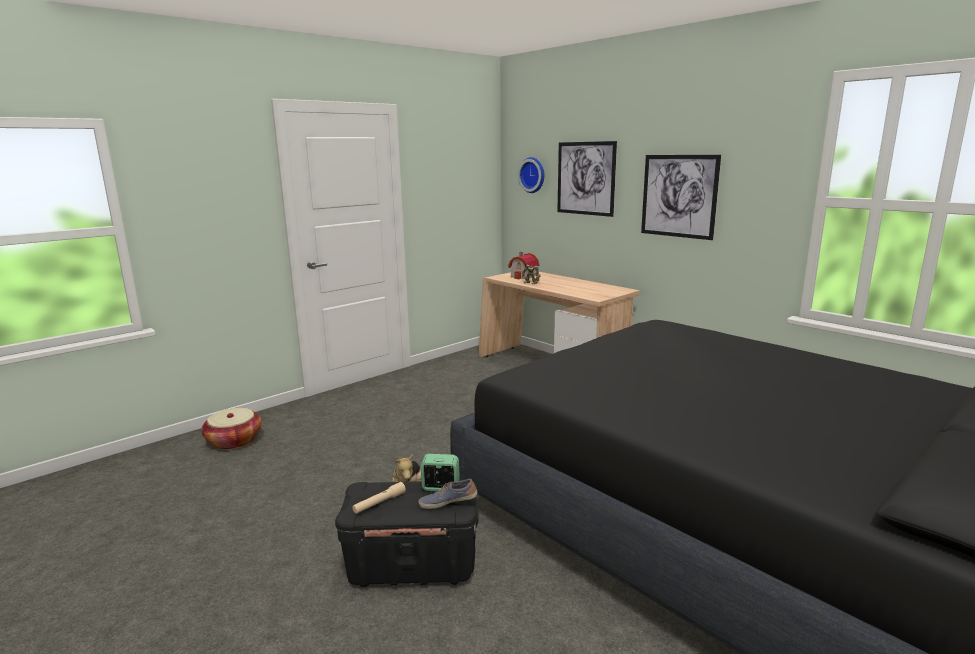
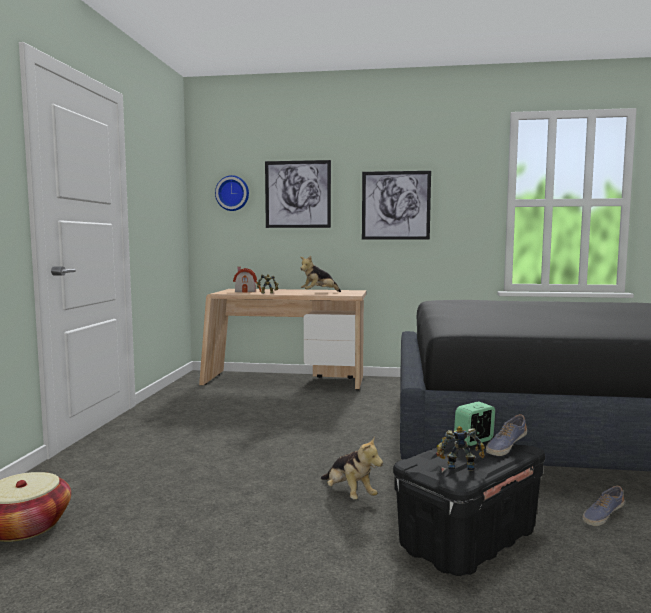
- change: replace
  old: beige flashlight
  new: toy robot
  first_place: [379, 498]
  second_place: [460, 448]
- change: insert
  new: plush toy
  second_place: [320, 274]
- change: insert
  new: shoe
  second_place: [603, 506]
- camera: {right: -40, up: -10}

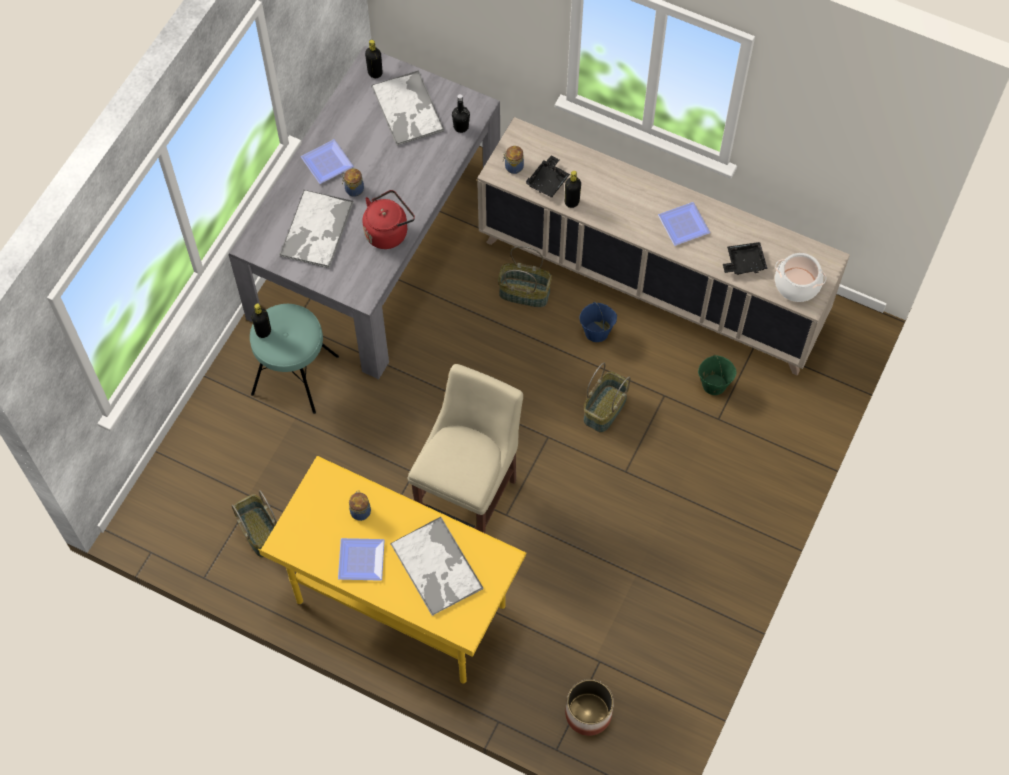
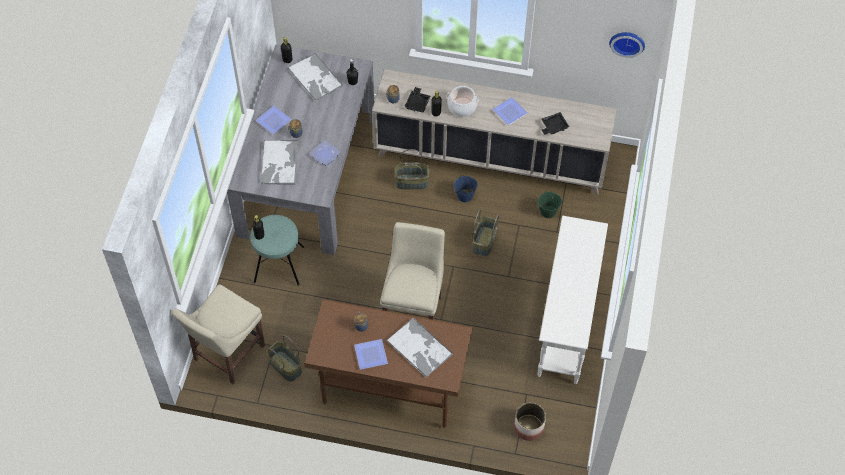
- change: recolor
  old: yellow desk
  new: brown desk
  first_place: [392, 570]
  second_place: [388, 363]
- change: replace
  old: red kettle
  new: plate
  first_place: [388, 219]
  second_place: [325, 153]
- change: move
  old: cooking pot
  first_place: [800, 277]
  second_place: [462, 101]
- change: insert
  new: beige chair
  second_place: [218, 334]
- change: insert
  new: white console table
  second_place: [573, 300]
- change: insert
  new: wall clock
  second_place: [627, 45]
- camera: {right: -15, up: -5}

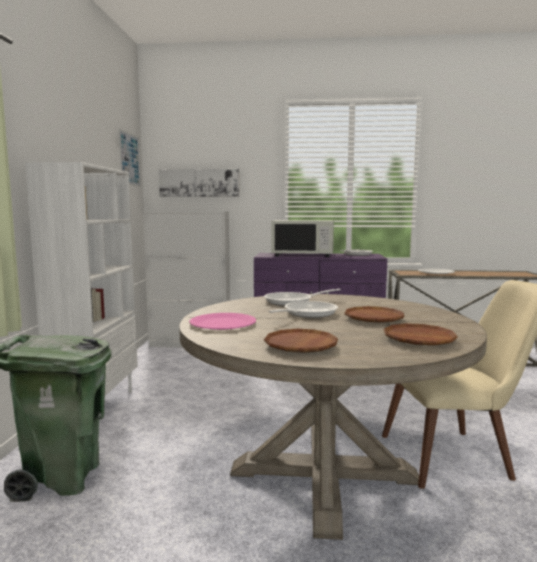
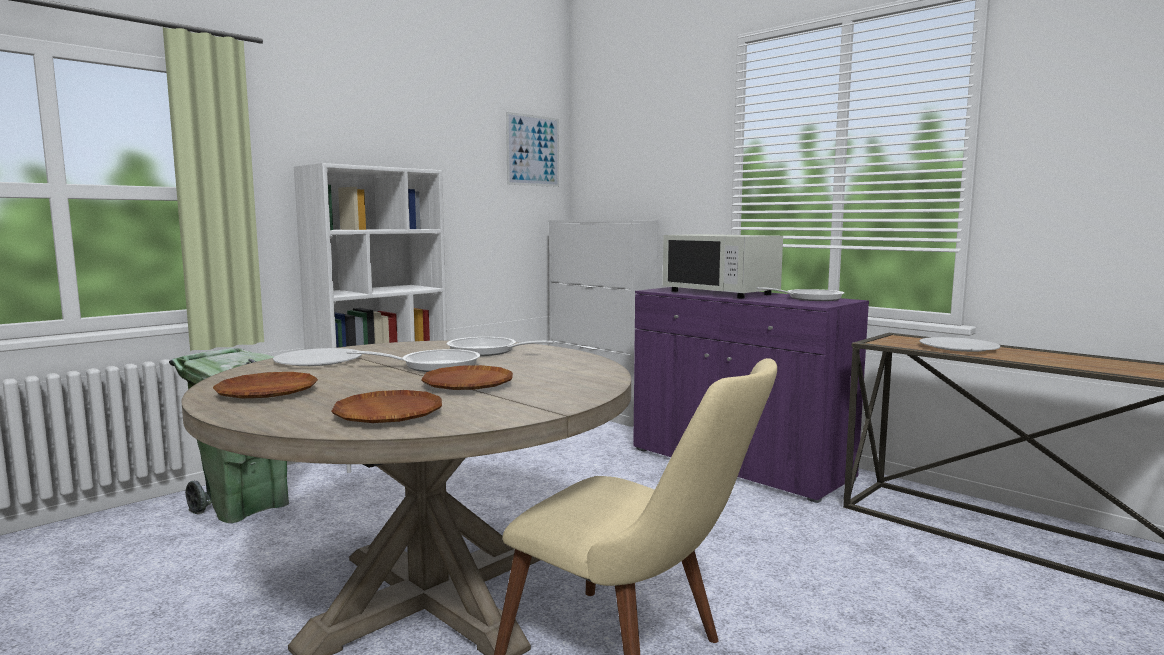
- change: delete
  old: picture
  first_place: [199, 183]
- change: recolor
  old: pink plate
  new: white plate
  first_place: [222, 321]
  second_place: [317, 357]
- camera: {right: 40, up: 0}

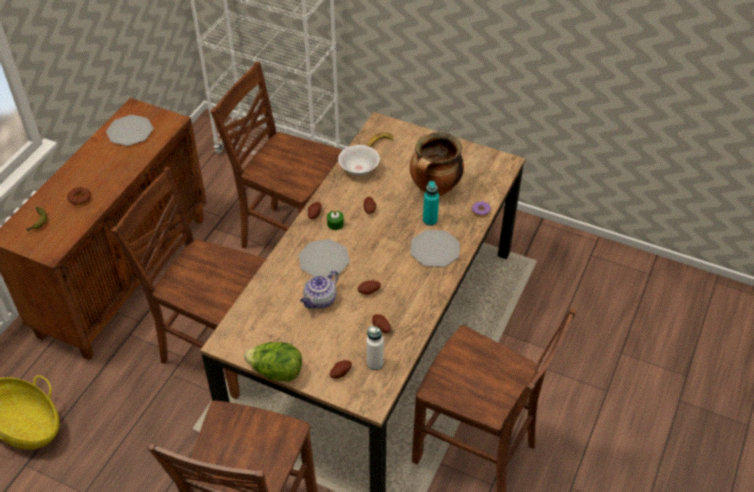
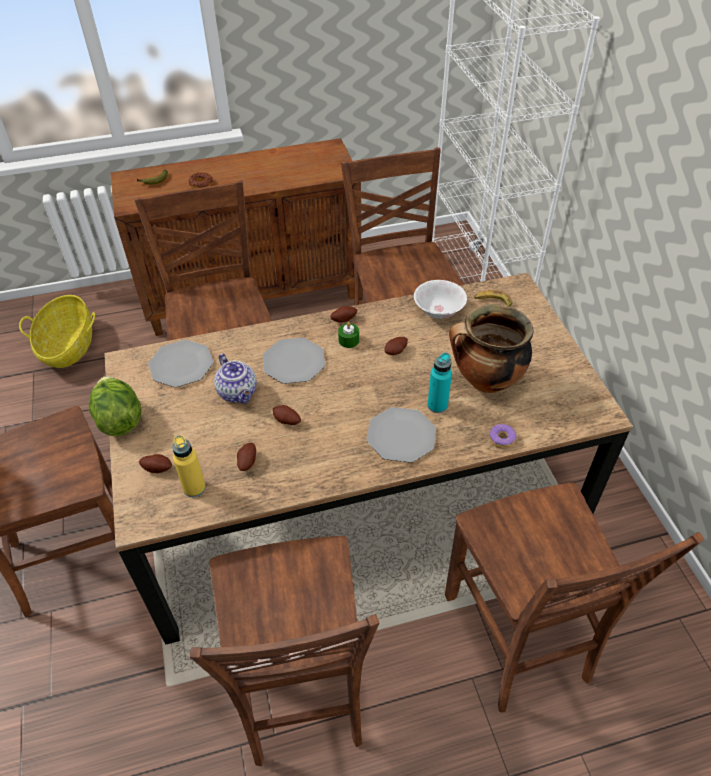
- change: move
  old: plate
  first_place: [129, 130]
  second_place: [181, 363]
- change: rotate
  old: teapot
  first_place: [319, 289]
  second_place: [235, 378]
  degrees: -120
- change: recolor
  old: white bottle
  new: yellow bottle
  first_place: [375, 348]
  second_place: [189, 466]
- change: insert
  new: brown chair
  second_place: [575, 597]
- camera: {right: 50, up: 0}

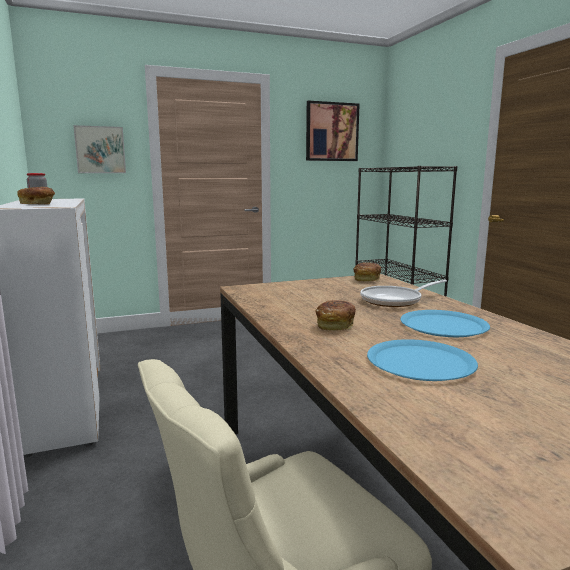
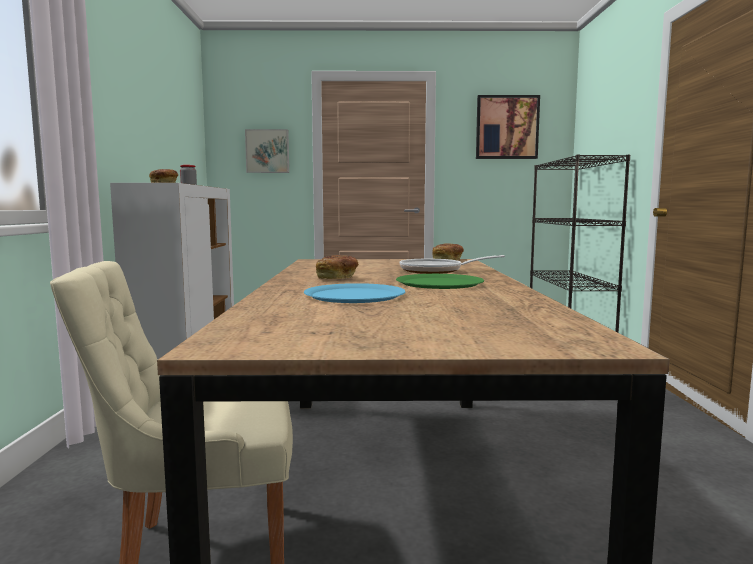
- change: recolor
  old: blue plate
  new: green plate
  first_place: [445, 323]
  second_place: [440, 281]
- camera: {right: 20, up: -5}

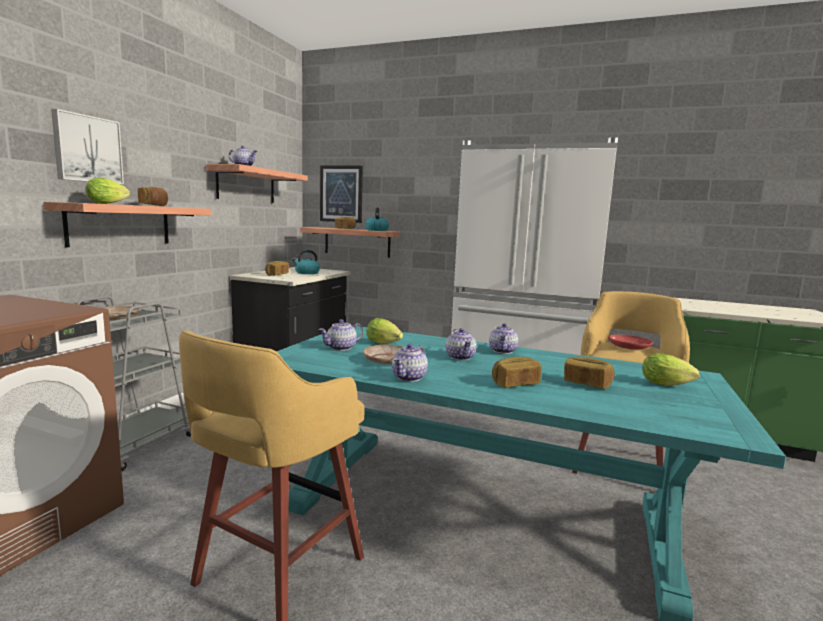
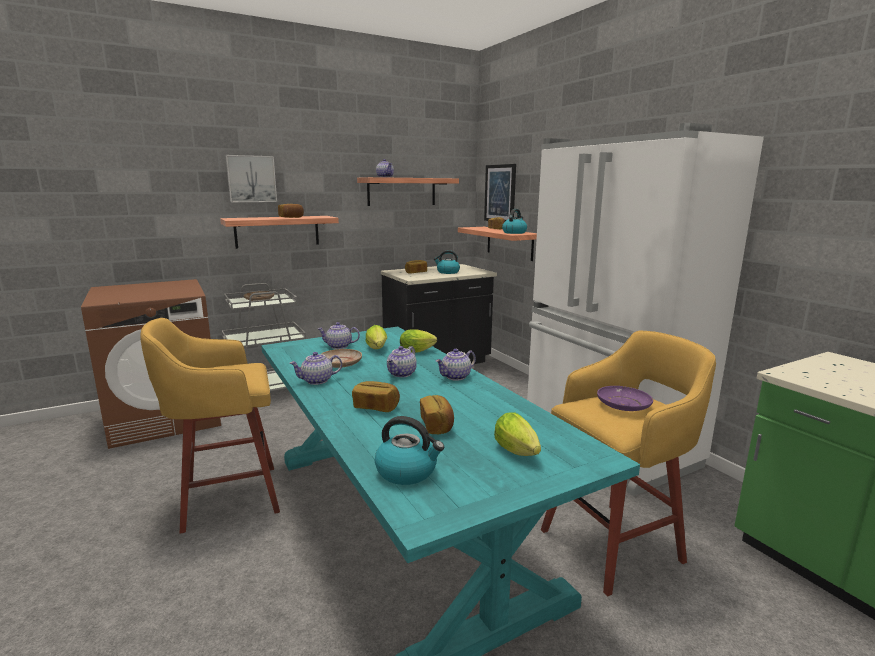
- change: move
  old: lettuce
  first_place: [107, 191]
  second_place: [418, 341]
- change: recolor
  old: red plate
  new: purple plate
  first_place: [630, 342]
  second_place: [625, 398]
- change: insert
  new: kettle
  second_place: [409, 450]
- camera: {right: 40, up: 5}

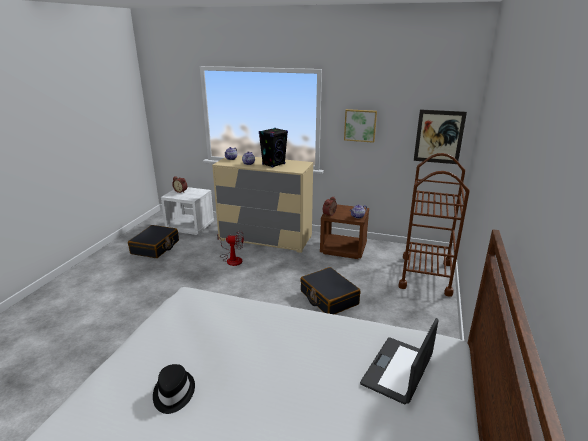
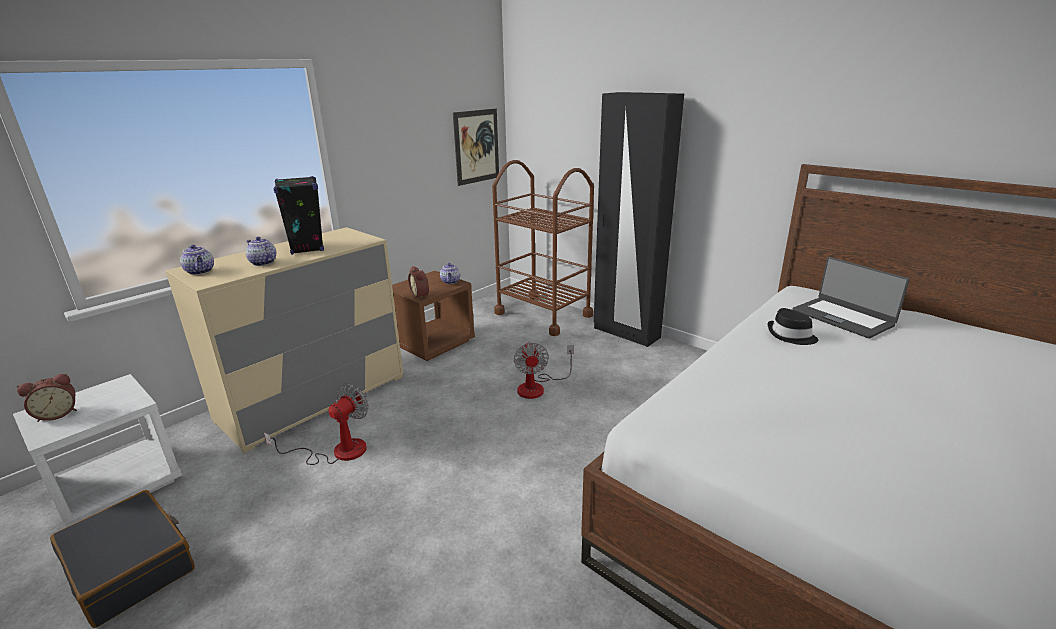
- change: move
  old: black hat
  first_place: [174, 389]
  second_place: [793, 326]
- change: replace
  old: black suitcase
  new: fan
  first_place: [330, 291]
  second_place: [544, 370]
- change: delete
  old: picture
  first_place: [360, 126]
- change: insert
  new: black wardrobe
  second_place: [639, 219]
- camera: {right: -65, up: 0}

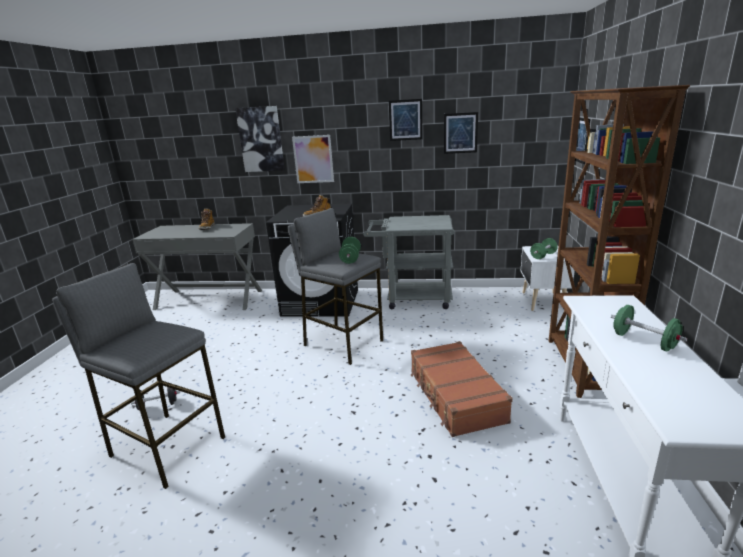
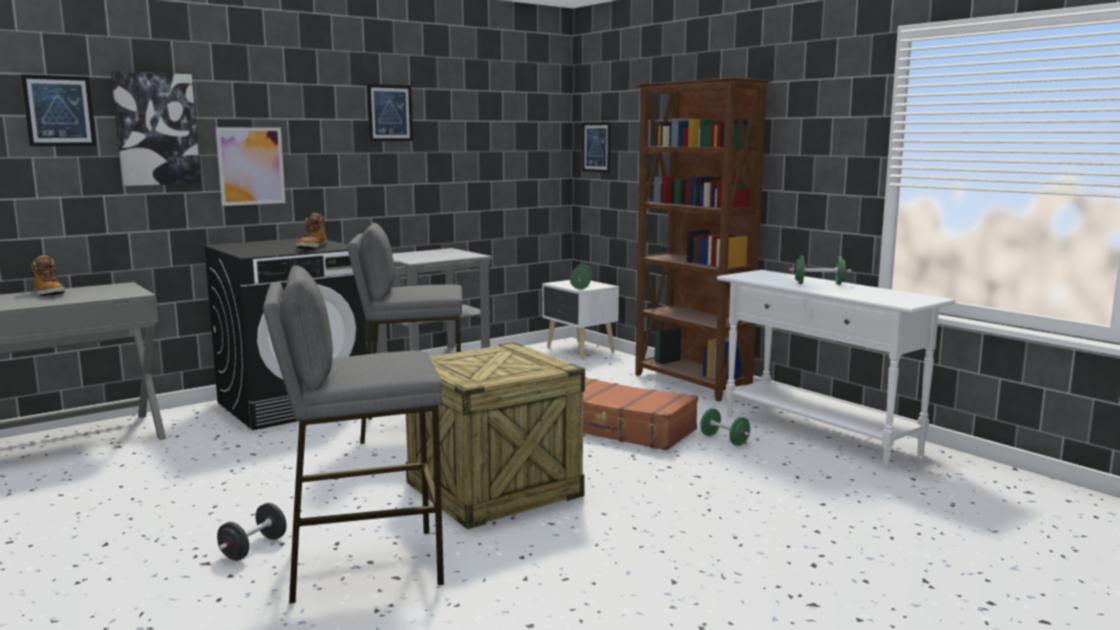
- change: move
  old: green dumbbell
  first_place: [350, 250]
  second_place: [725, 427]
- change: move
  old: picture
  first_place: [461, 133]
  second_place: [59, 110]
- change: insert
  new: crate
  second_place: [495, 435]
- camera: {right: -45, up: -10}

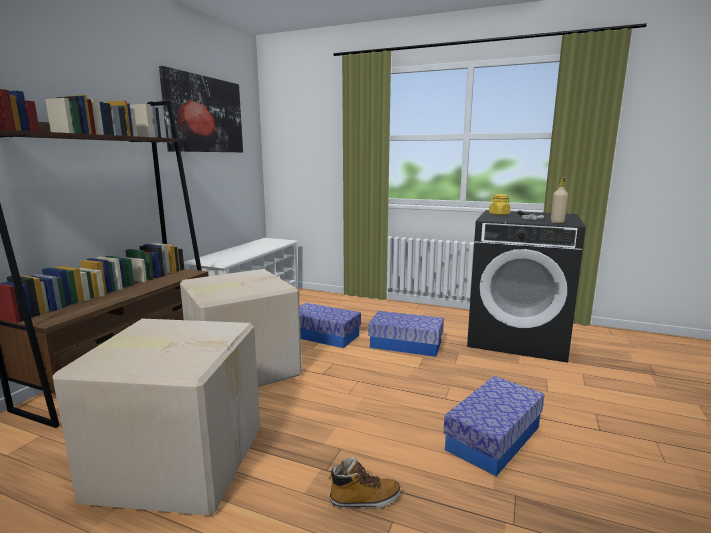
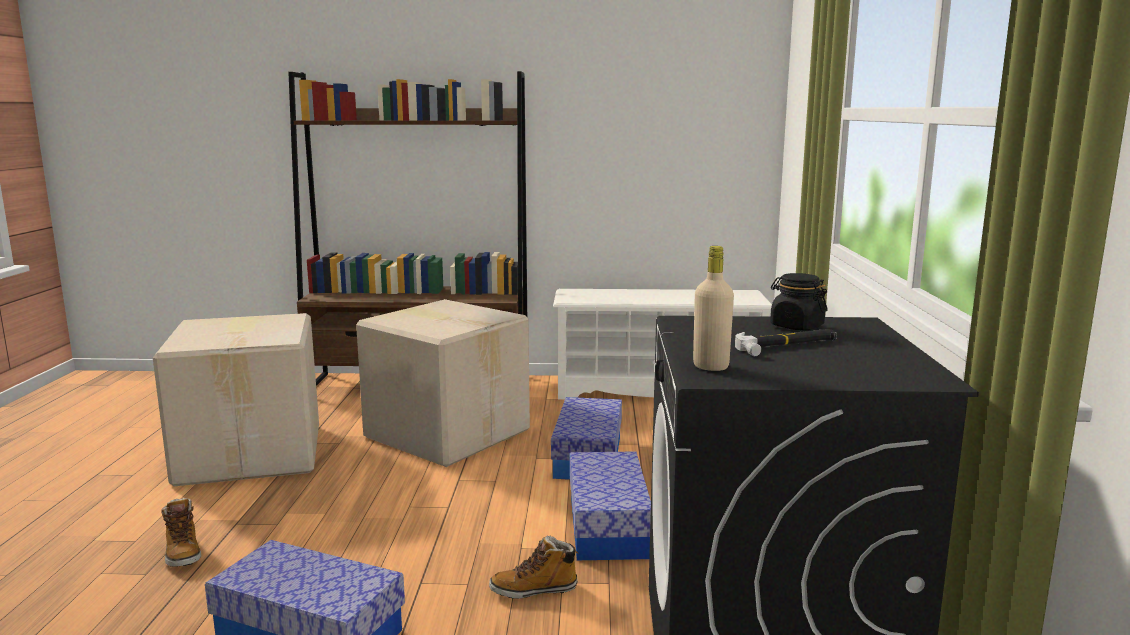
- change: delete
  old: picture
  first_place: [201, 109]
- change: recolor
  old: yellow jar
  new: black jar
  first_place: [500, 204]
  second_place: [799, 301]
- change: insert
  new: boot
  second_place: [534, 567]
- camera: {right: 70, up: 0}

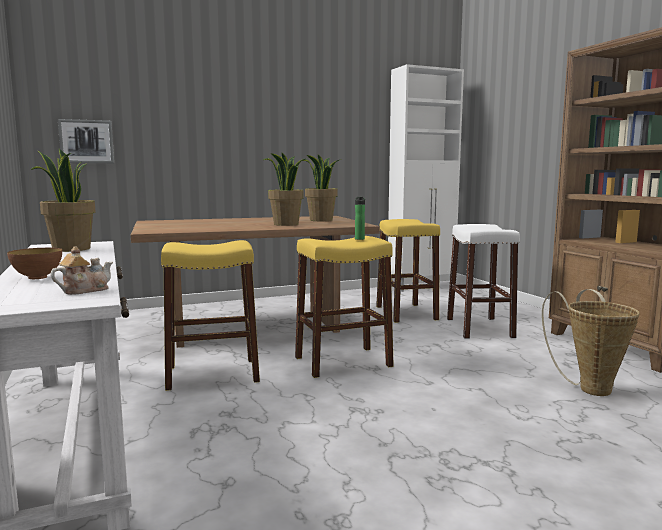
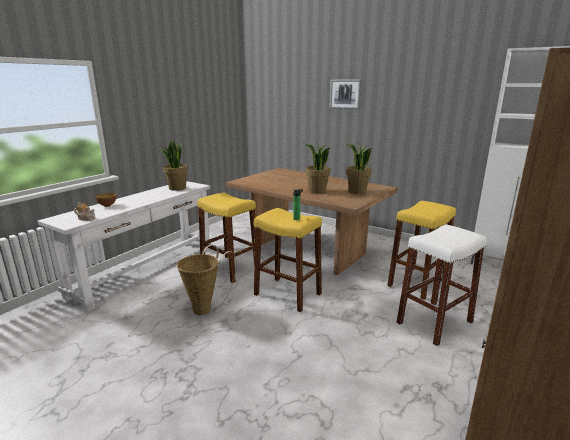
- change: move
  old: picture
  first_place: [86, 141]
  second_place: [345, 94]
- change: move
  old: basket
  first_place: [591, 342]
  second_place: [207, 280]
- camera: {right: 55, up: 10}

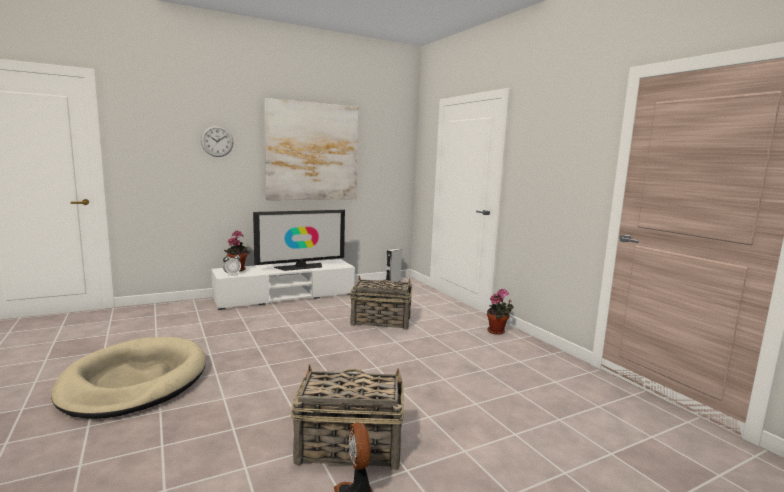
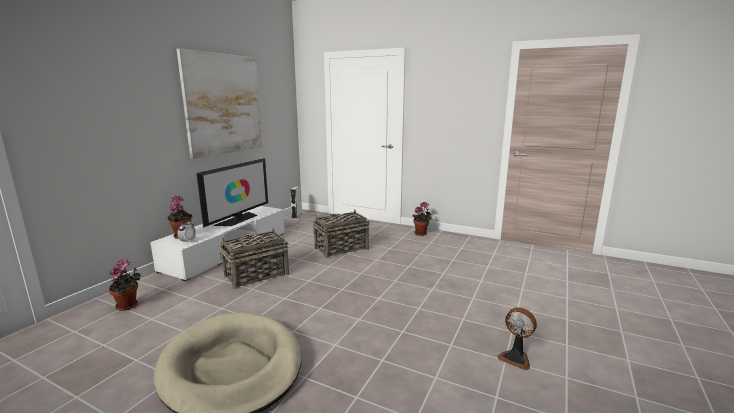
- change: delete
  old: wall clock
  first_place: [217, 141]
- change: move
  old: basket
  first_place: [347, 417]
  second_place: [254, 258]
- change: insert
  new: potted plant
  second_place: [125, 285]
- camera: {right: -35, up: 5}

